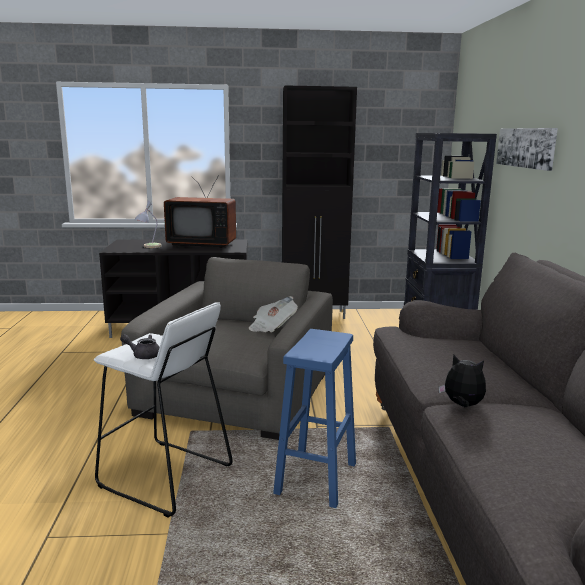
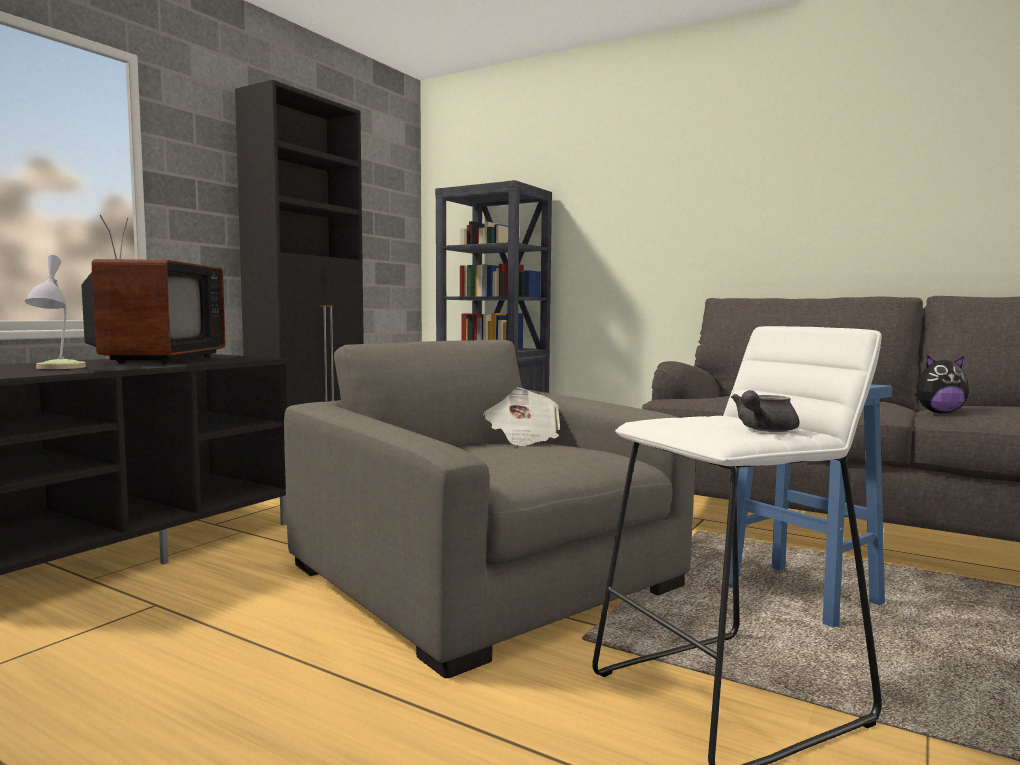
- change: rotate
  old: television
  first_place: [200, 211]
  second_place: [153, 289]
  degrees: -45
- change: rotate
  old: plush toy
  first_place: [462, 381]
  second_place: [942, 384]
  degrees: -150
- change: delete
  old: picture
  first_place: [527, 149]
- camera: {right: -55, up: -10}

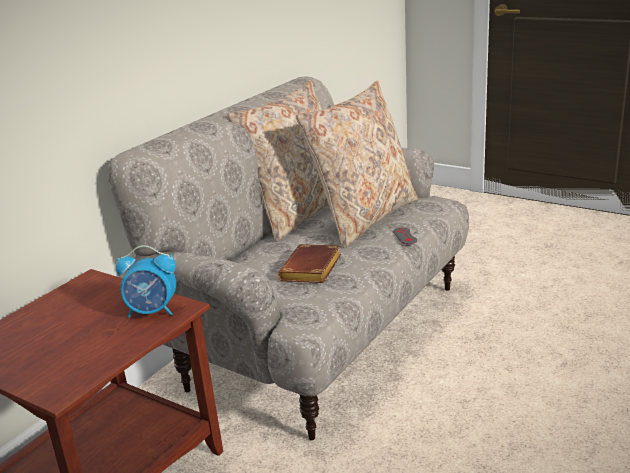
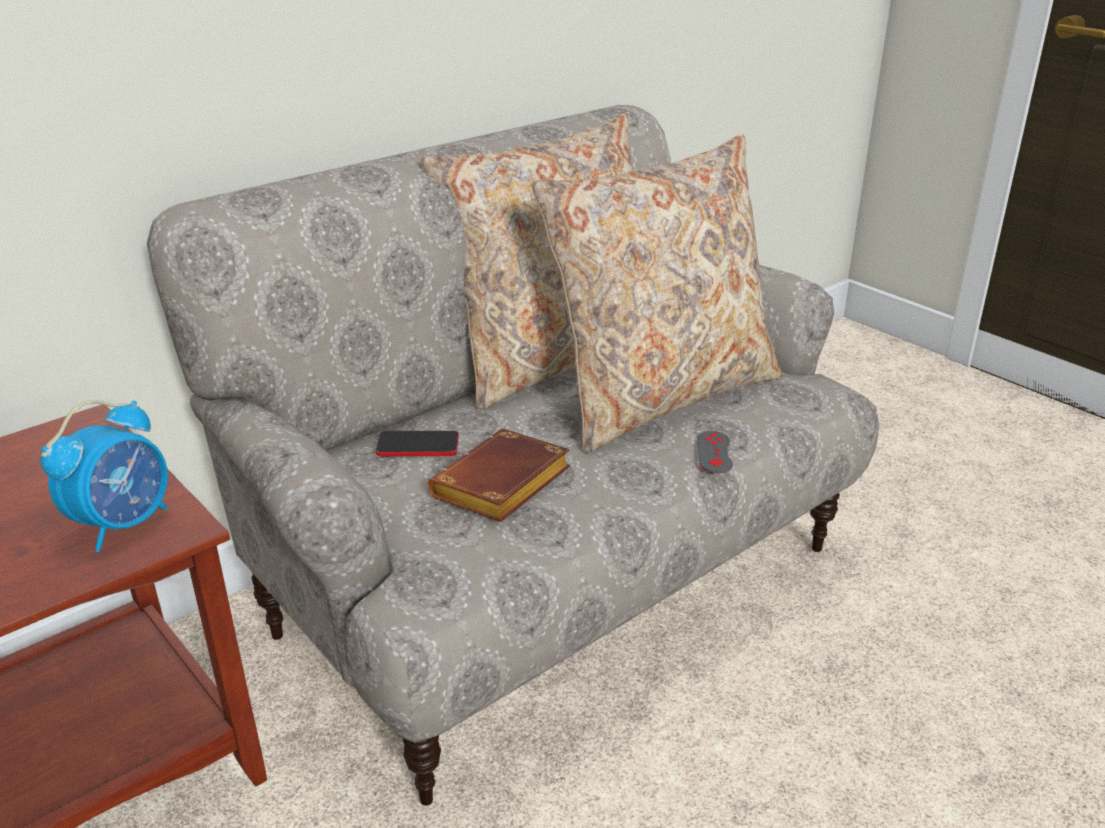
- change: rotate
  old: alarm clock
  first_place: [146, 281]
  second_place: [104, 476]
  degrees: -75
- change: insert
  new: phone
  second_place: [417, 443]
- camera: {right: 15, up: 5}

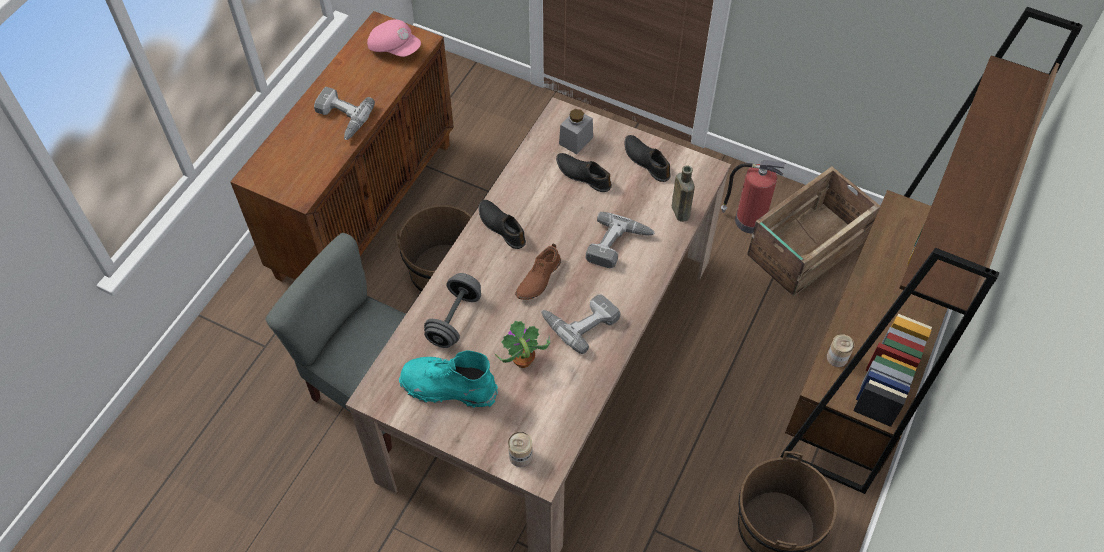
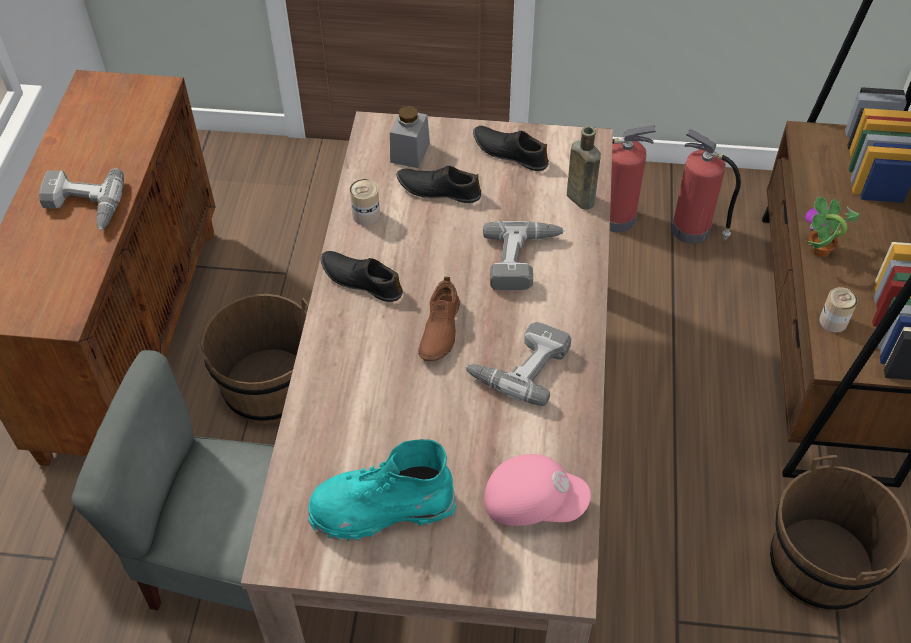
- change: move
  old: pink cap
  first_place: [394, 38]
  second_place: [537, 490]
- change: delete
  old: grey dumbbell
  first_place: [452, 310]
- change: move
  old: potted plant
  first_place: [522, 344]
  second_place: [832, 226]
- change: move
  old: can
  first_place: [520, 449]
  second_place: [365, 202]
- change: replace
  old: crate
  new: fire extinguisher
  first_place: [813, 231]
  second_place: [706, 186]
- camera: {right: -20, up: -5}

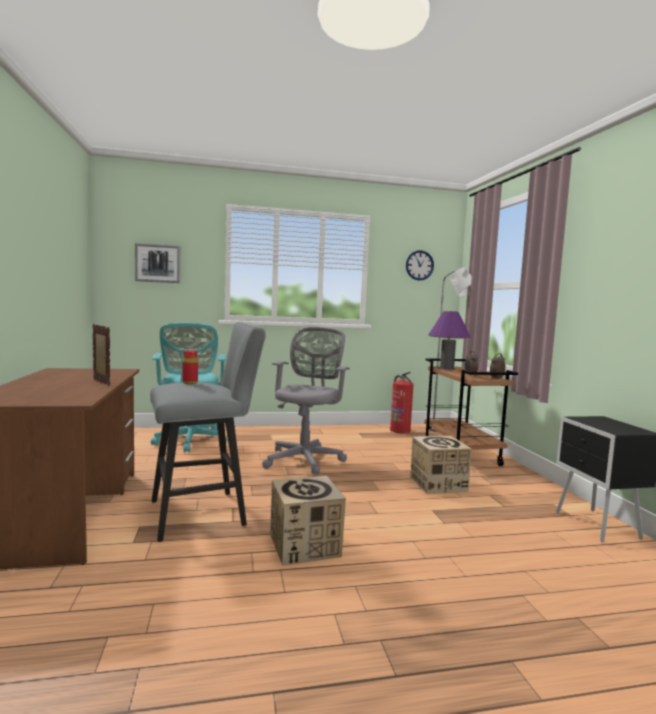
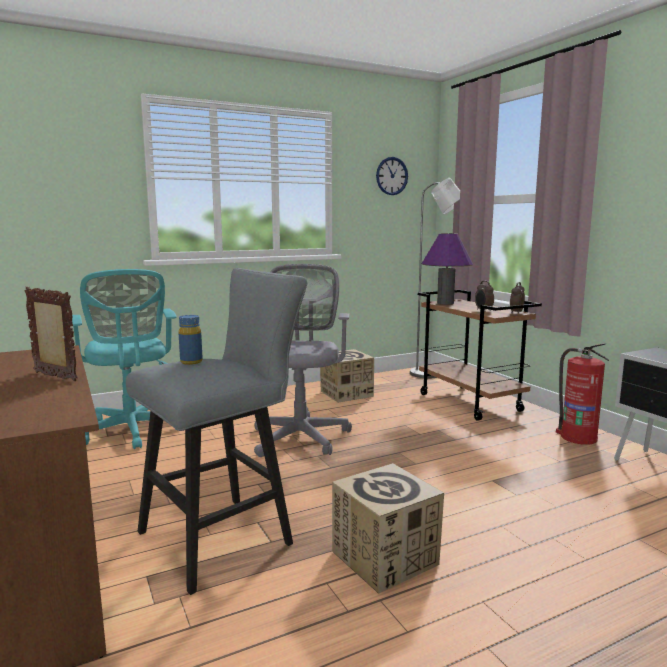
- change: delete
  old: picture
  first_place: [157, 263]
- change: recolor
  old: red bottle
  new: blue bottle
  first_place: [190, 367]
  second_place: [191, 340]
- change: move
  old: fire extinguisher
  first_place: [401, 403]
  second_place: [582, 394]
- change: move
  old: cardboard box
  first_place: [441, 465]
  second_place: [347, 376]
- camera: {right: -15, up: 5}

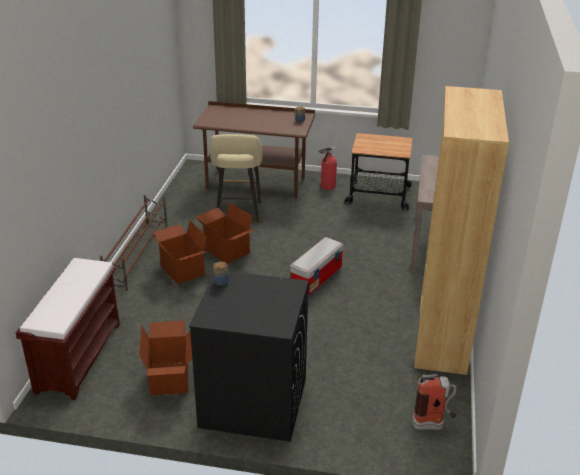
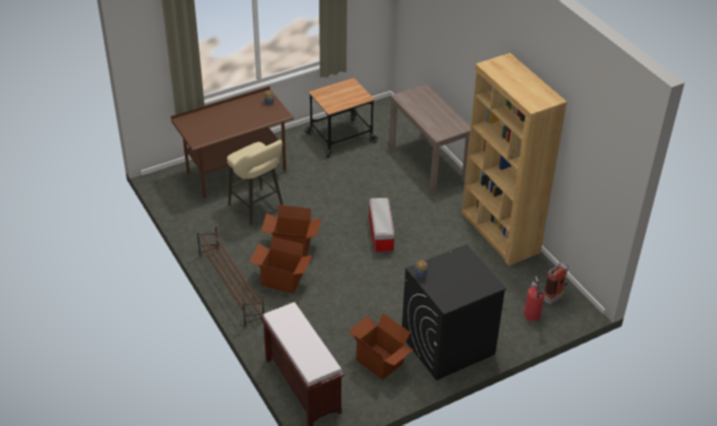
- change: move
  old: fire extinguisher
  first_place: [328, 168]
  second_place: [534, 298]
- camera: {right: -40, up: 10}

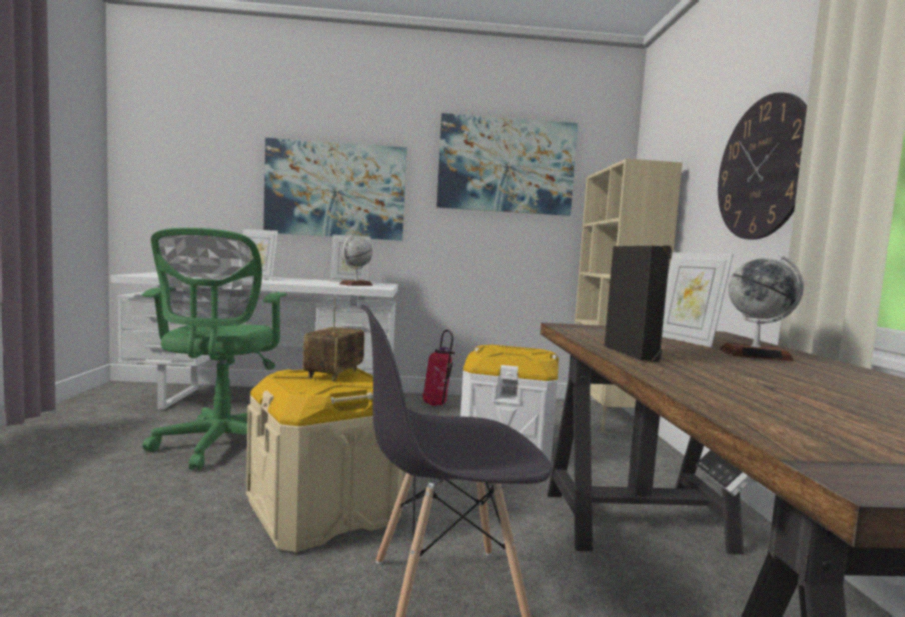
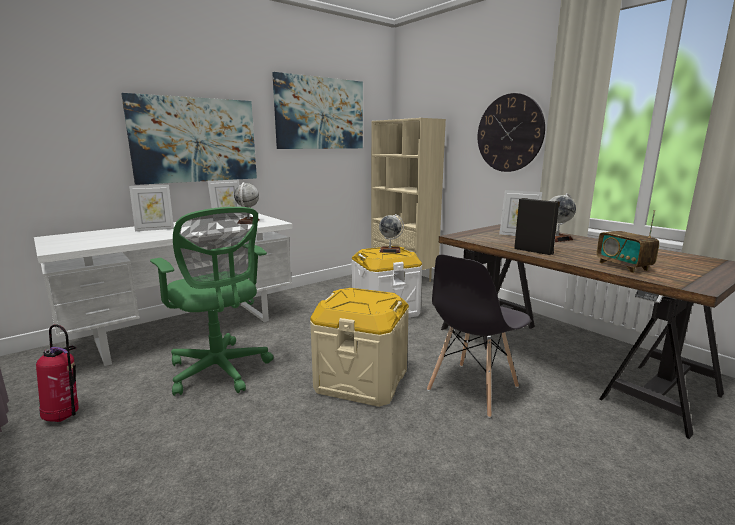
- change: move
  old: radio
  first_place: [334, 339]
  second_place: [628, 241]
- change: move
  old: fire extinguisher
  first_place: [438, 368]
  second_place: [57, 373]
- change: insert
  new: globe
  second_place: [391, 233]
- camera: {right: -35, up: 10}

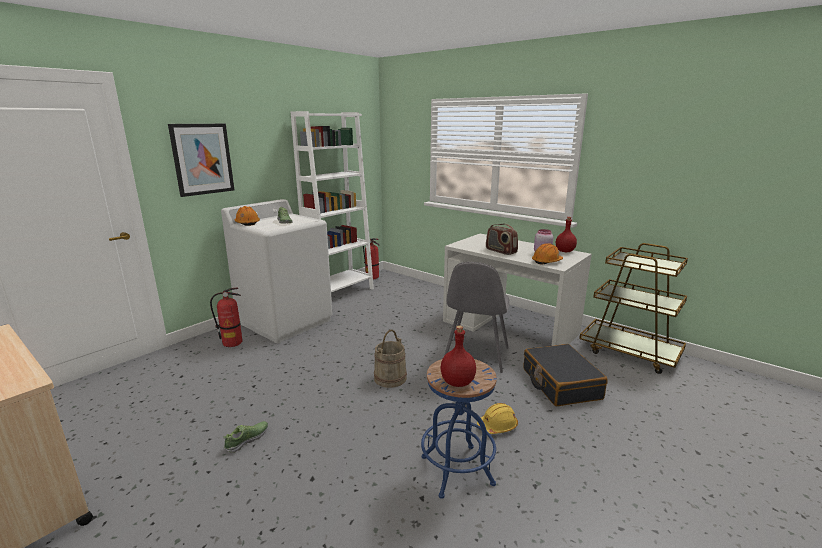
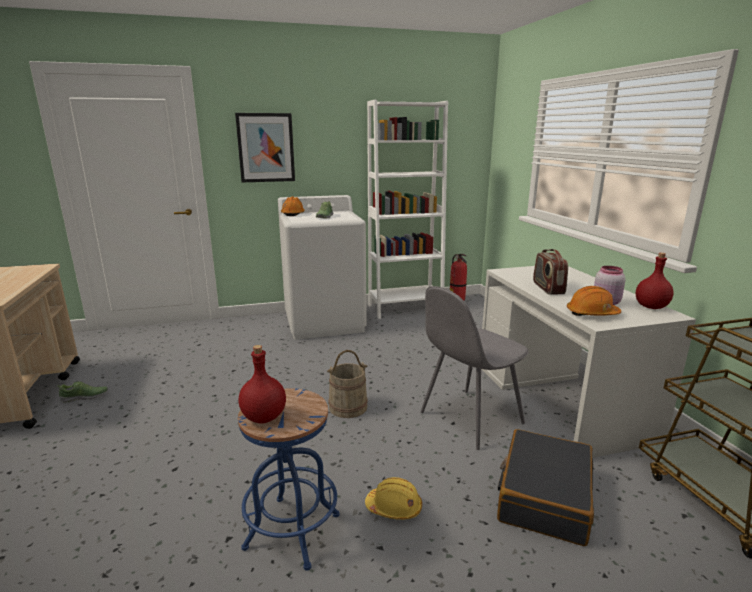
- change: delete
  old: fire extinguisher
  first_place: [226, 317]
- change: move
  old: shoe
  first_place: [246, 437]
  second_place: [82, 392]
- camera: {right: 35, up: 0}

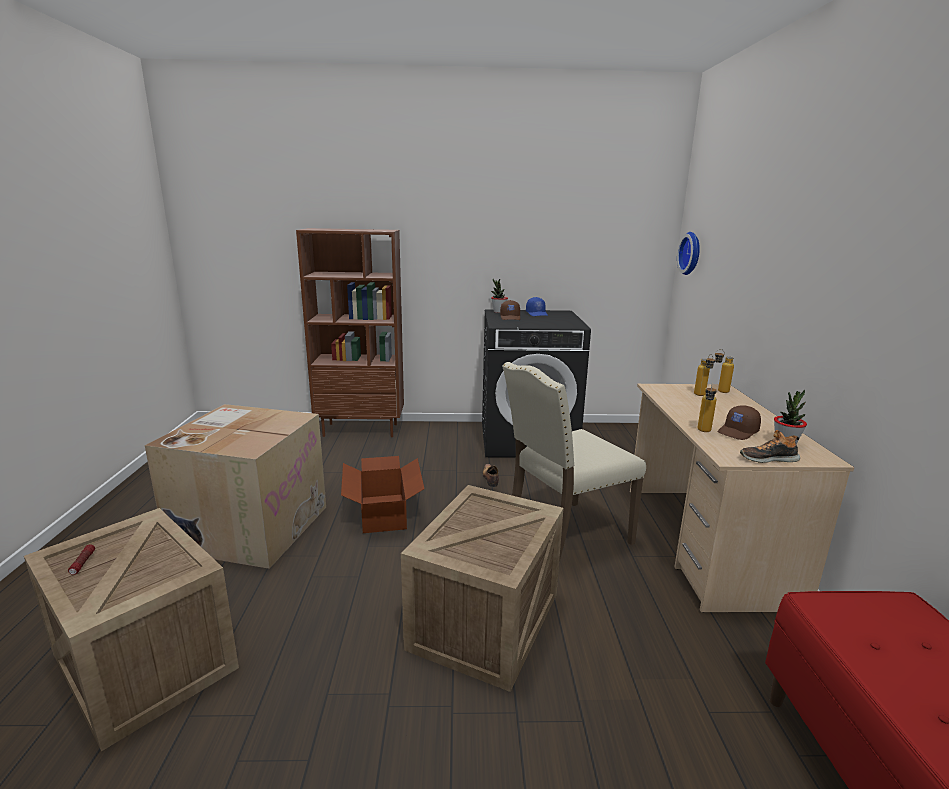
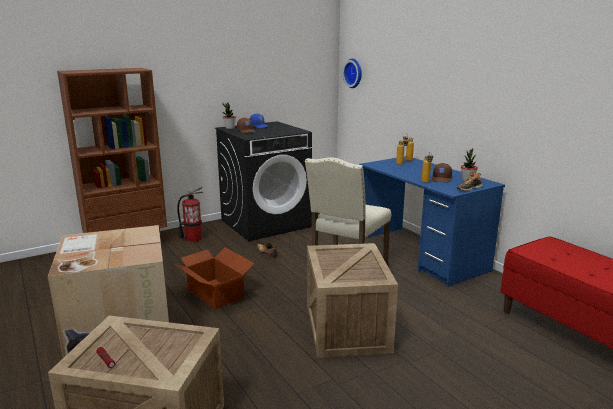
- change: recolor
  old: beige desk
  new: blue desk
  first_place: [742, 498]
  second_place: [432, 221]
- change: insert
  new: fire extinguisher
  second_place: [190, 214]
- camera: {right: -30, up: 0}

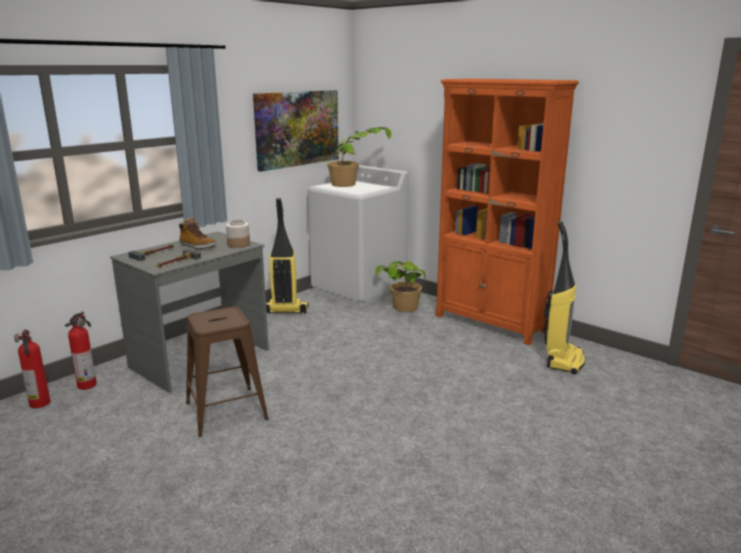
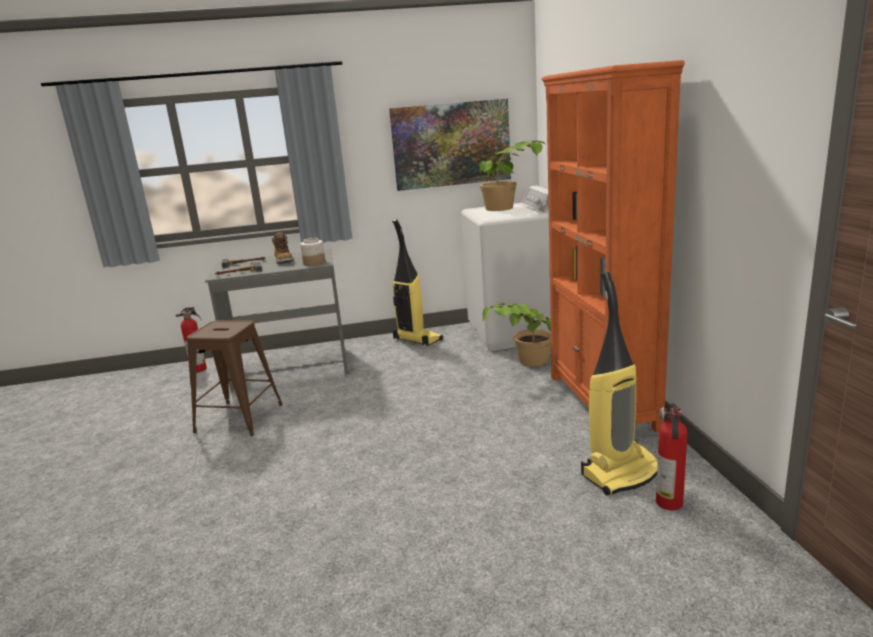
- change: move
  old: fire extinguisher
  first_place: [32, 368]
  second_place: [671, 456]
- camera: {right: 40, up: 0}

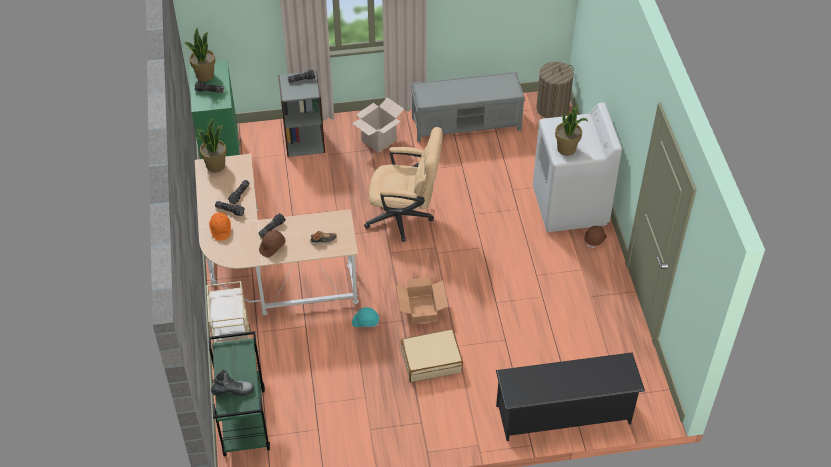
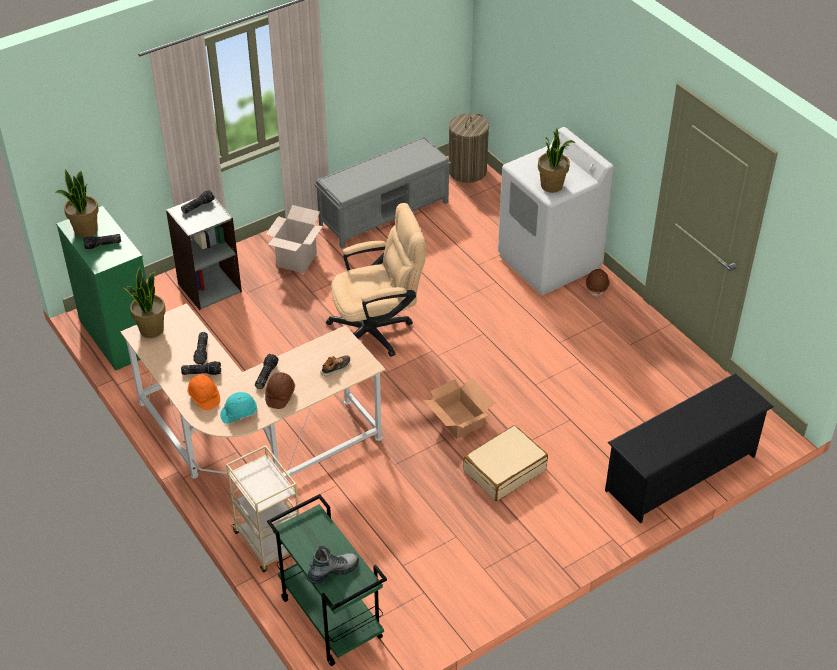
- change: move
  old: turquoise hard hat
  first_place: [366, 317]
  second_place: [239, 408]
- camera: {right: -25, up: -5}

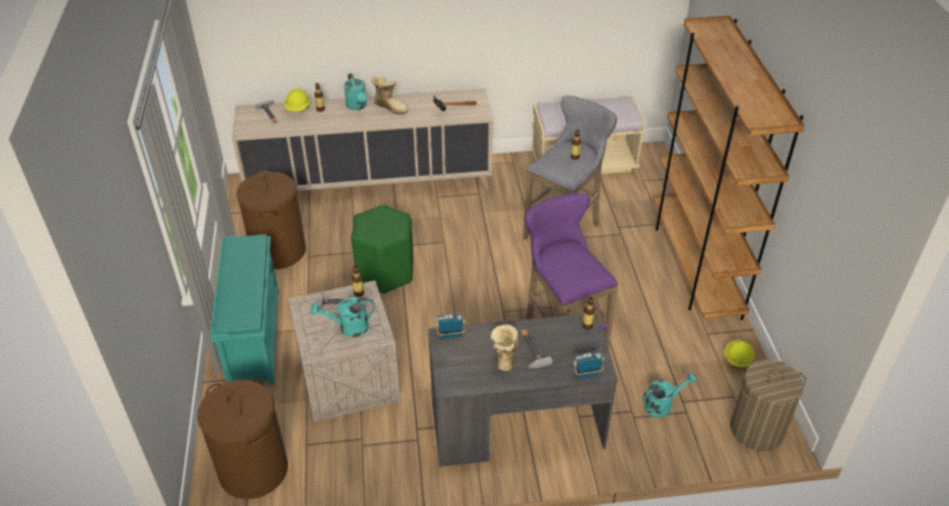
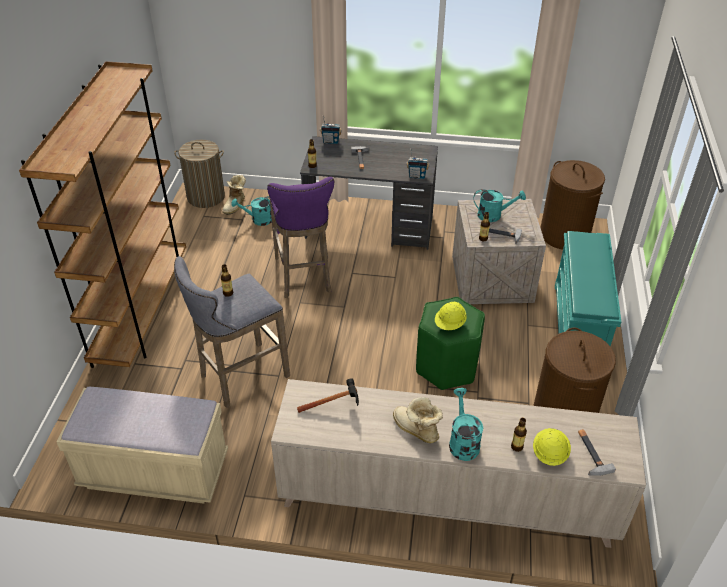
- change: move
  old: boot
  first_place: [504, 348]
  second_place: [234, 195]
- change: move
  old: yellow hard hat
  first_place: [740, 353]
  second_place: [451, 315]
- camera: {right: -165, up: 0}

